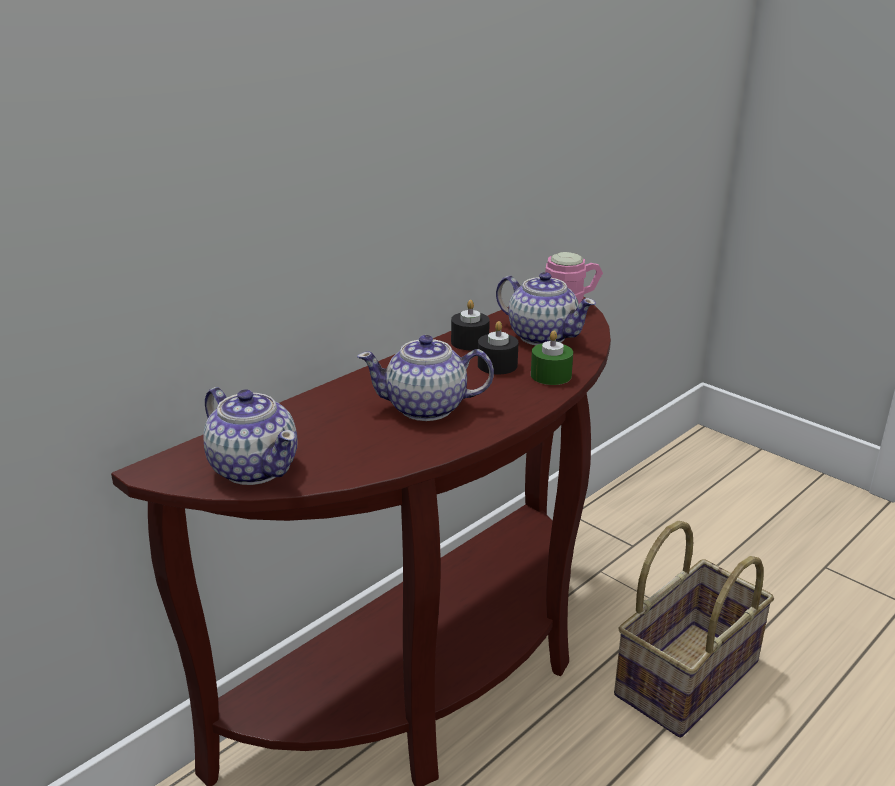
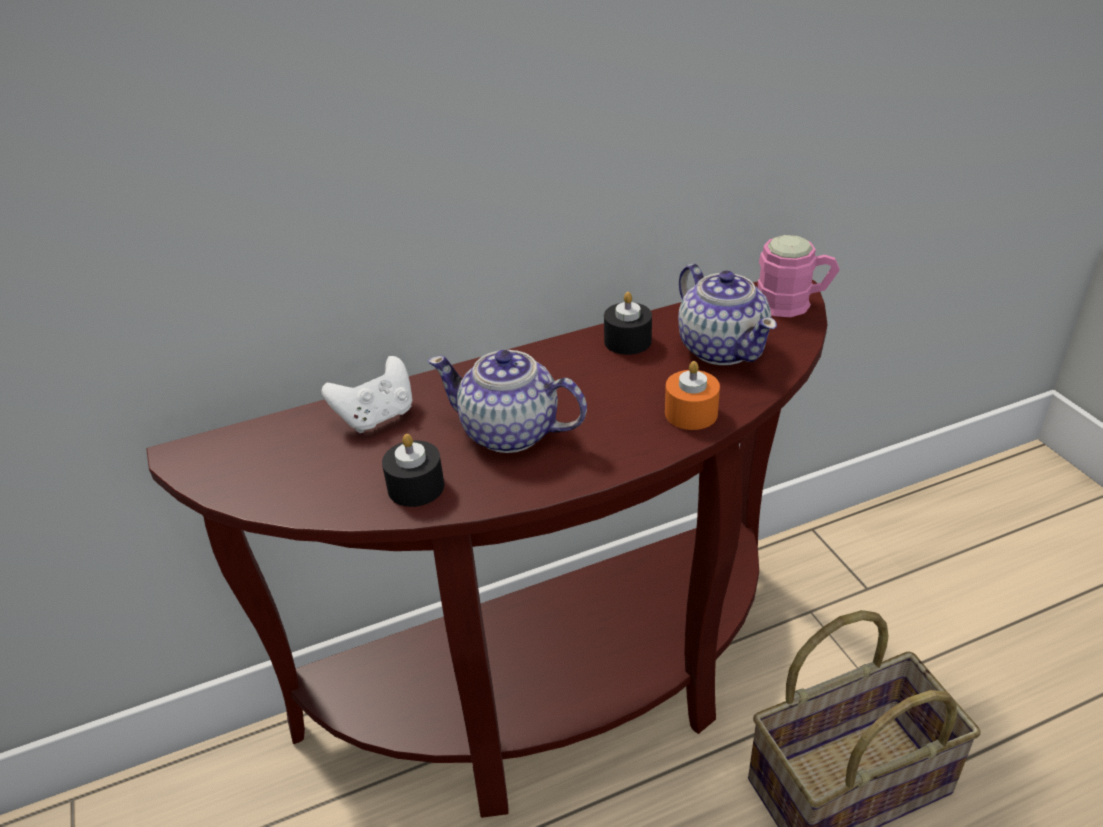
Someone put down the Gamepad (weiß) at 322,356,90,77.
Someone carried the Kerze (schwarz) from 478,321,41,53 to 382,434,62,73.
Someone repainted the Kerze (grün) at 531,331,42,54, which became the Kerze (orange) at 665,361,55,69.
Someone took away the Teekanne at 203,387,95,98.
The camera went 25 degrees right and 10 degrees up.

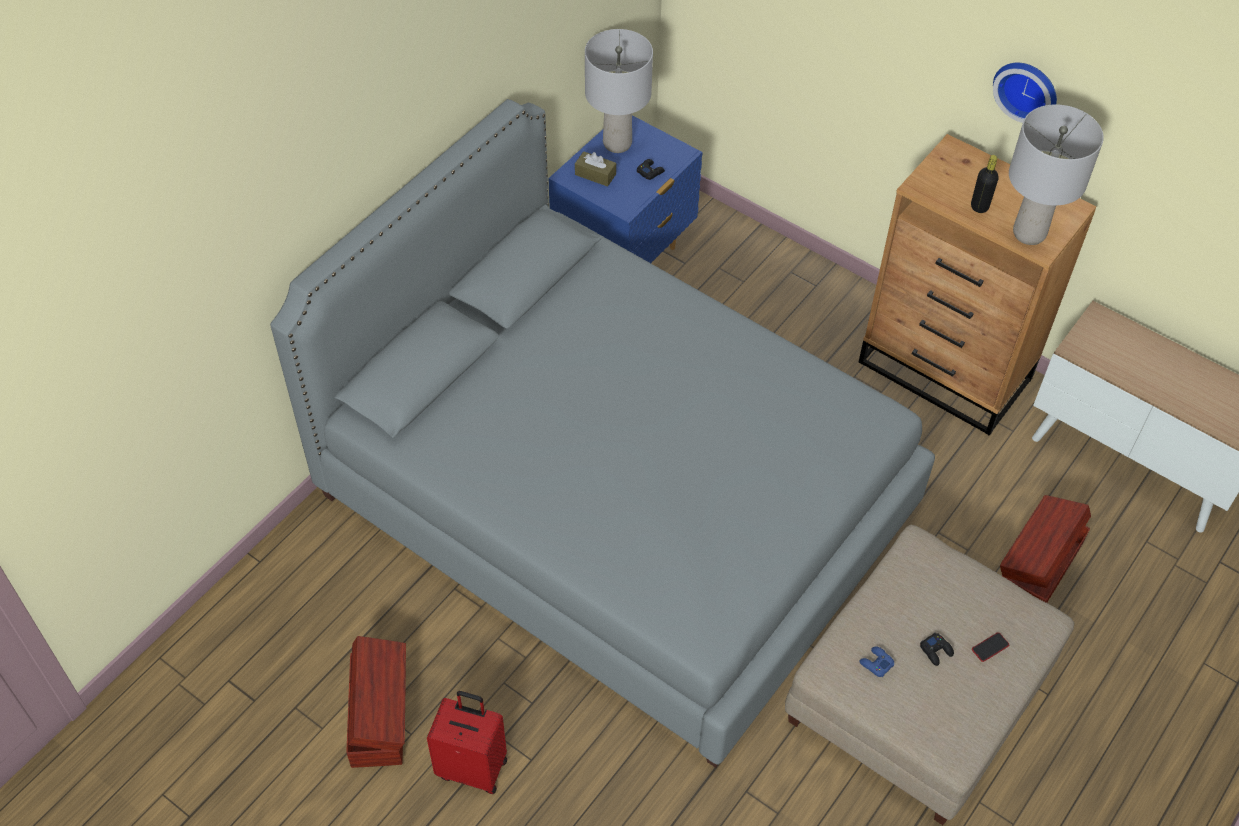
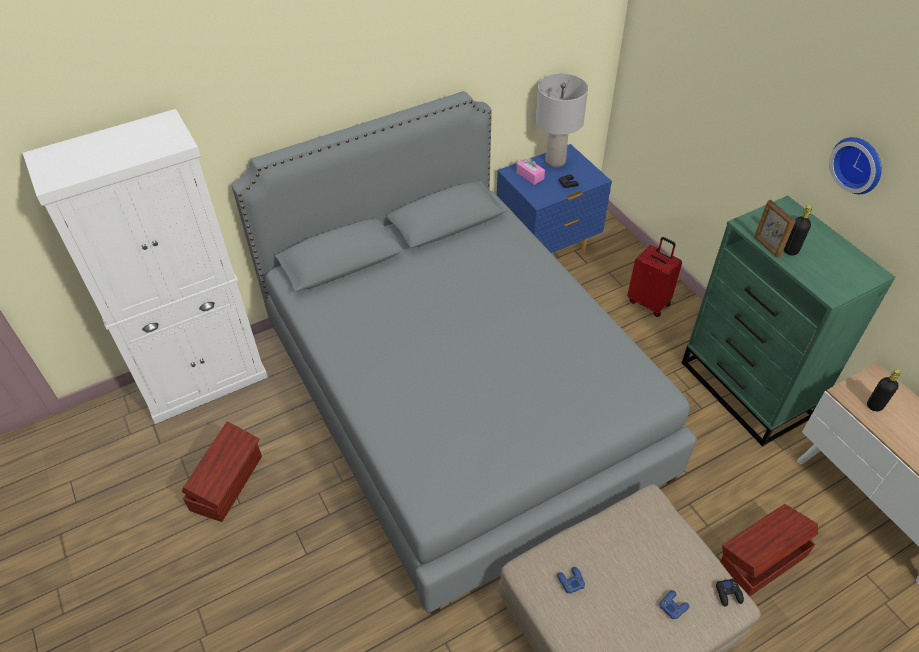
Someone put down the Schrank (weiß) at 23,109,245,315.
Someone repainted the Taschentuchbox (braun) at 575,151,41,36, which became the Taschentuchbox (rosa) at 516,158,29,27.
Someone carried the Koffer (rot) from 427,691,80,103 to 627,237,55,80.
Someone swapped the Handy at 972,632,37,30 for the Gamepad (blau) at 660,590,30,29.
Someone repainted the Kommode (braun) at 859,134,237,302, which became the Kommode (grün) at 682,196,213,251.
Someone carried the Gamepad (schwarz) from 920,633,34,33 to 716,578,28,29.
Someone put down the Bilderrahmen at 754,200,41,58.
Someone put down the Flasche (schwarz) at 867,369,34,42.
Someone took away the Tischlampe (grau) at 1009,104,95,141.
The camera went 25 degrees right and 5 degrees down.

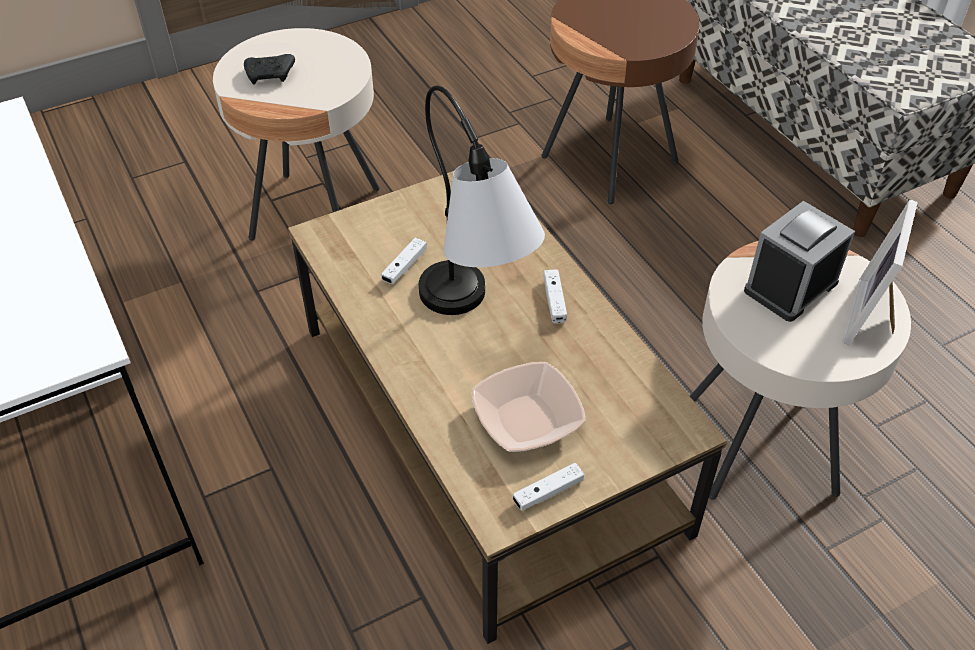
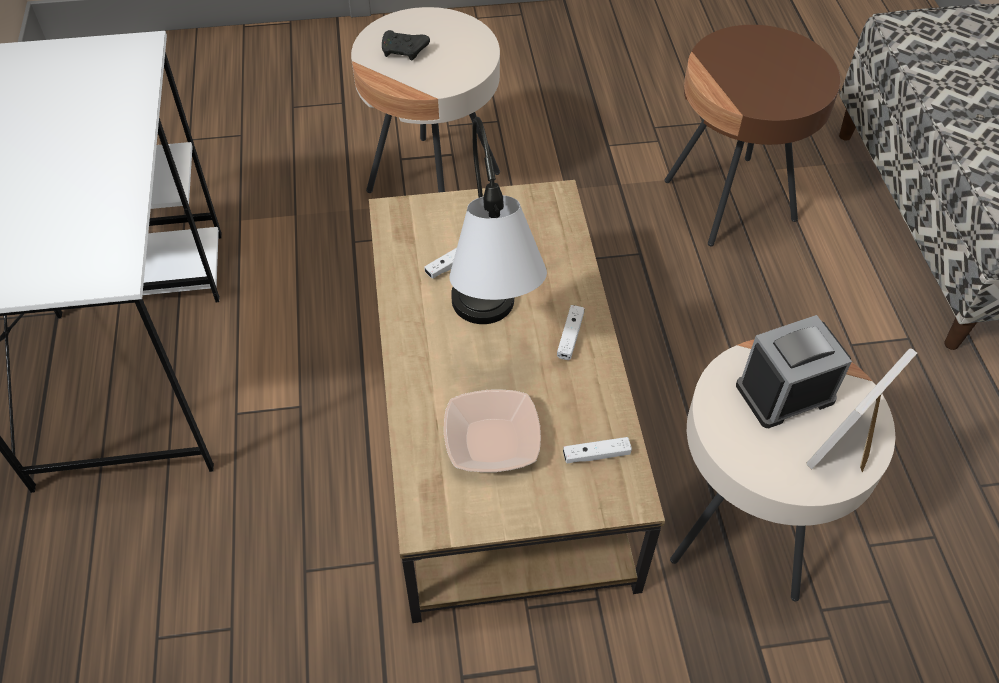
Someone carried the Gamepad (weiß) from 513,463,71,48 to 563,437,69,26.
The camera went 20 degrees right and 5 degrees up.

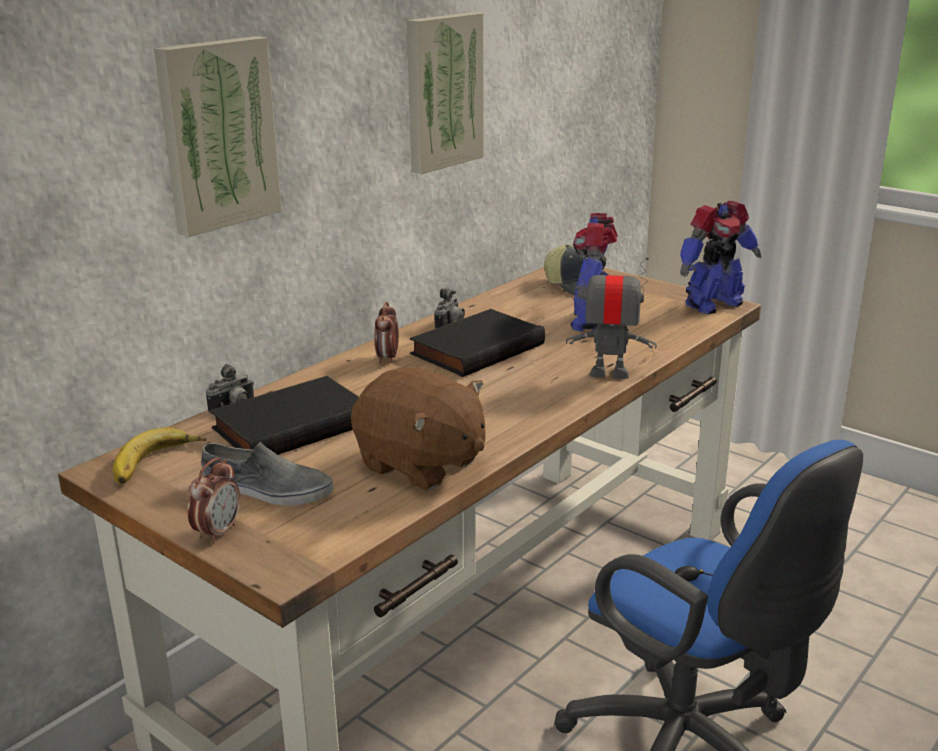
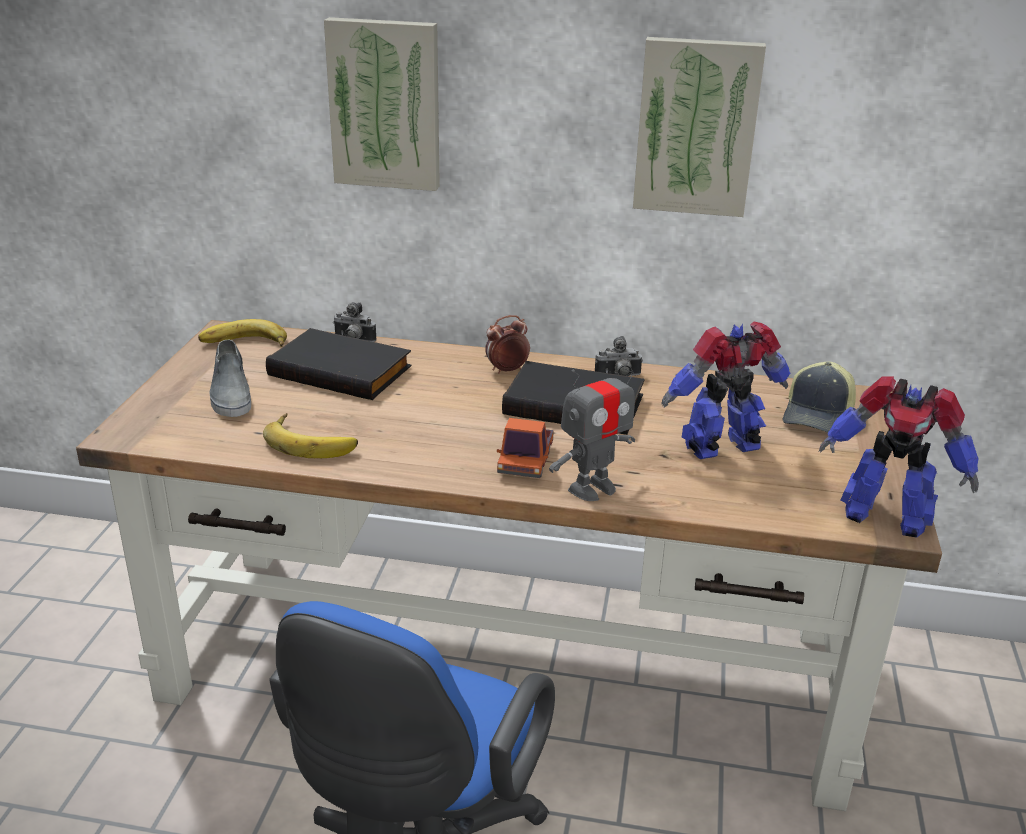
Someone swapped the Plüschtier (braun) at 351,367,135,123 for the Banane at 263,413,95,45.
Someone put down the Spielzeuglaster at 497,418,57,60.
Someone rotated the Spielzeugroboter at 566,257,91,122 by 75 degrees clockwise.
Someone took away the Wecker at 187,458,53,86.
The camera went 60 degrees right and 5 degrees up.

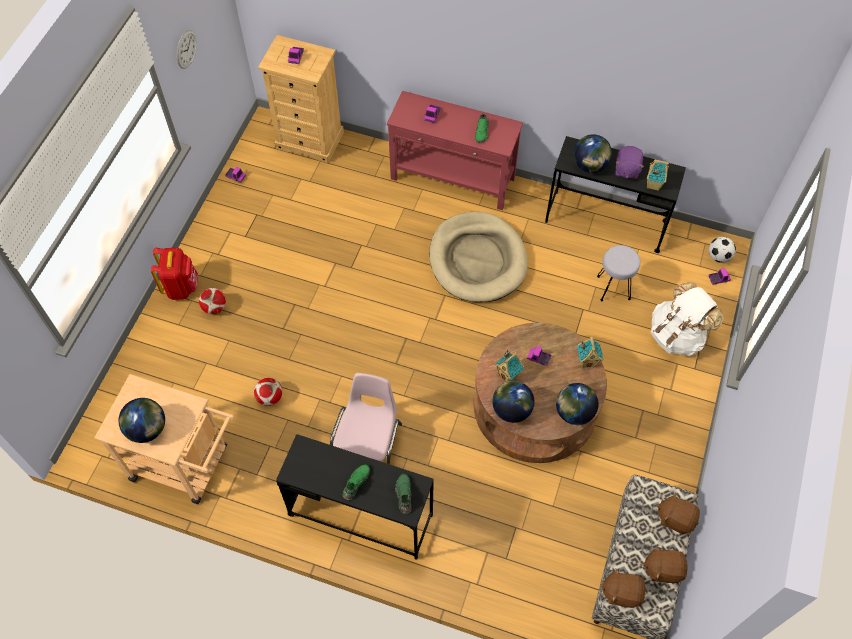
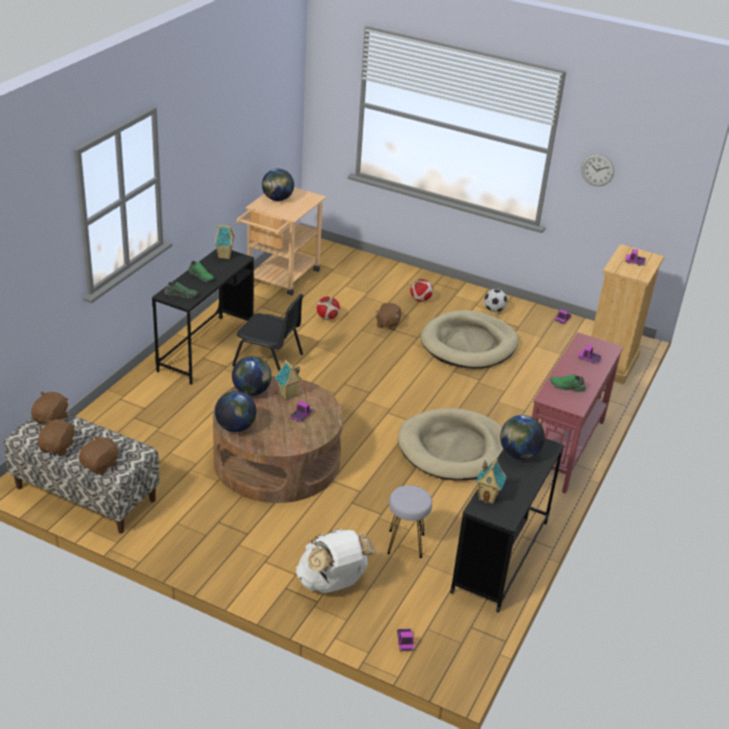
Someone carried the Spielzeughaus from 577,336,26,33 to 214,225,21,34.
Someone repainted the Stuhl (rosa) at 330,373,72,91, which became the Stuhl (schwarz) at 232,294,71,78.
Someone put down the Plüschtier (braun) at 375,303,26,28.
Someone put down the Hundebett (beige) at 420,310,98,59.
Someone carried the Fußball from 709,237,27,26 to 484,289,23,23.
Someone took away the Rucksack (rot) at 151,248,47,52.
Someone took away the Plüschtier (lila) at 616,146,28,33.
The camera went 95 degrees right and 25 degrees down.

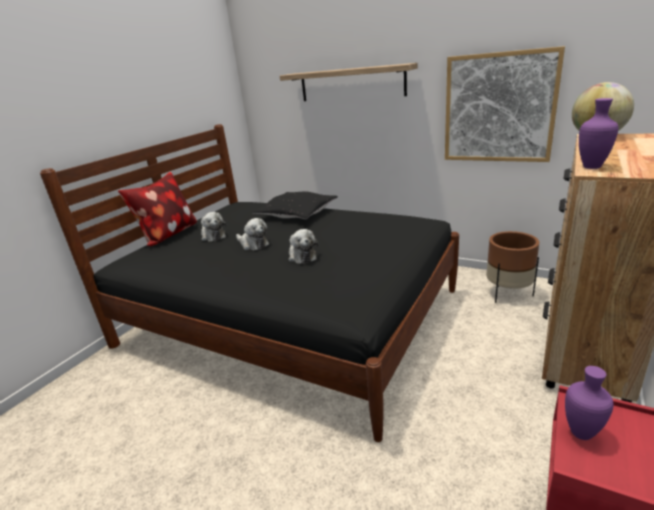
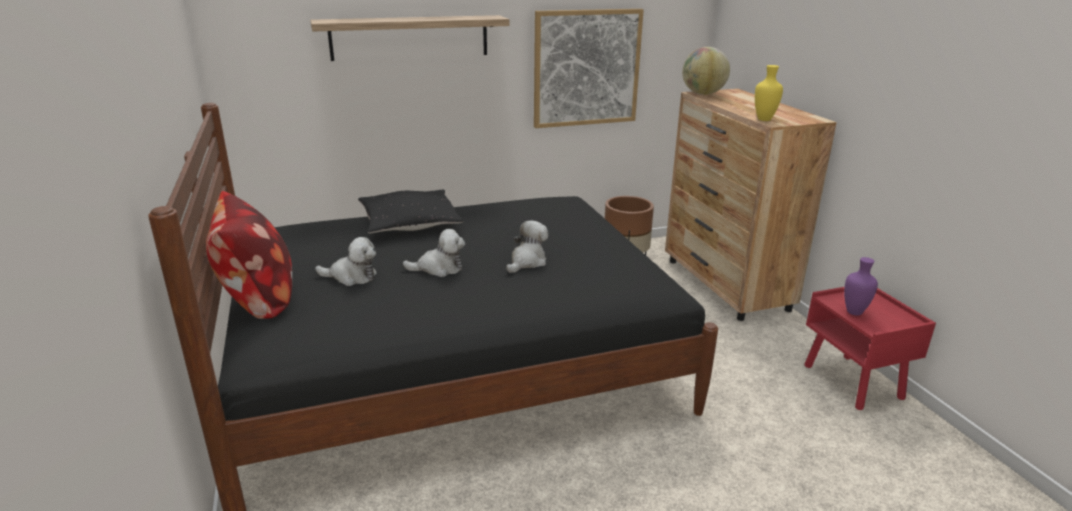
Someone rotated the Plüschtier at 288,229,30,35 by 75 degrees counterclockwise.
Someone repainted the Vase (lila) at 579,98,39,71, which became the Vase (gelb) at 755,65,28,56.
The camera went 50 degrees left and 0 degrees up.

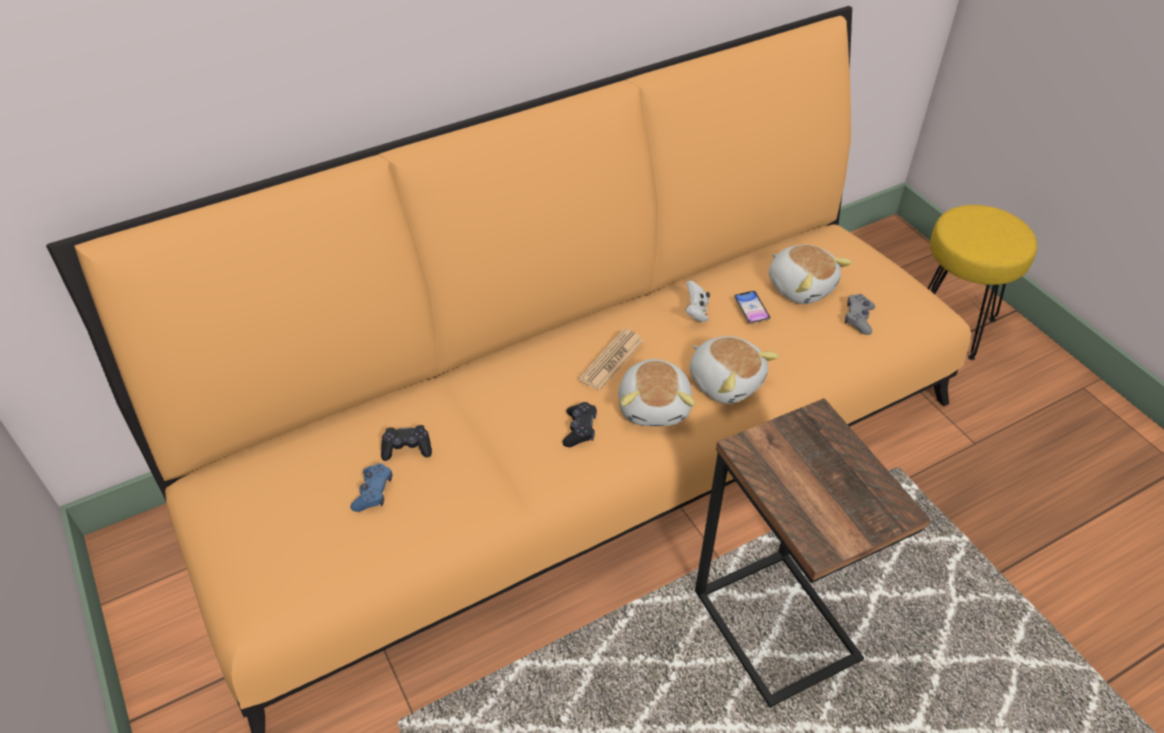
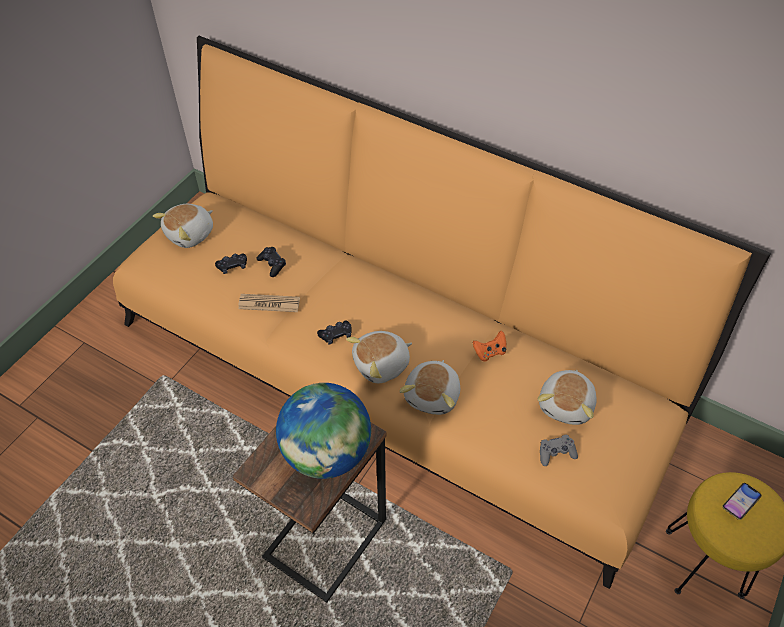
Someone put down the Plüschtier at 153,204,60,44.
Someone repainted the Gamepad (blau) at 350,463,42,49, which became the Gamepad (schwarz) at 215,254,32,20.
Someone carried the Zeitung from 579,329,65,62 to 238,294,62,18.
Someone put down the Globus at 276,383,95,96.
Someone repainted the Gamepad (weiß) at 685,280,25,42, which became the Gamepad (orange) at 473,331,33,31.
Someone carried the Handy from 734,291,37,33 to 722,483,40,37.
The camera went 60 degrees right and 5 degrees up.

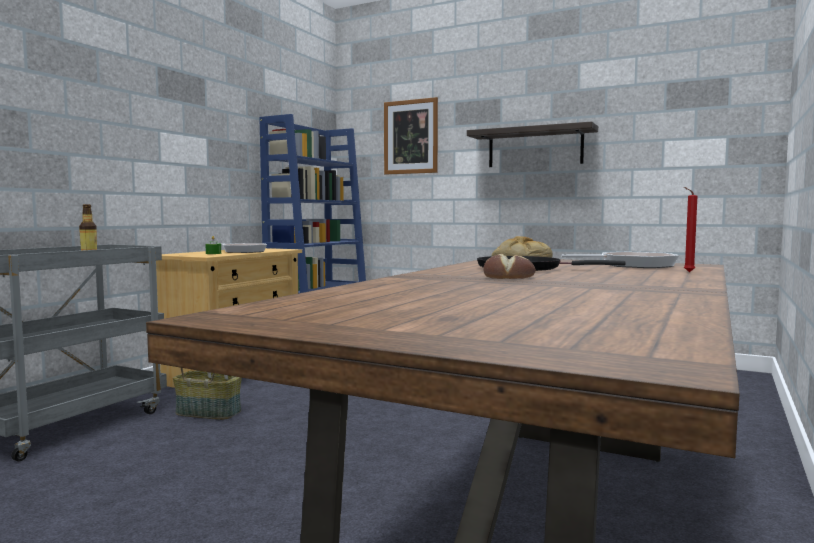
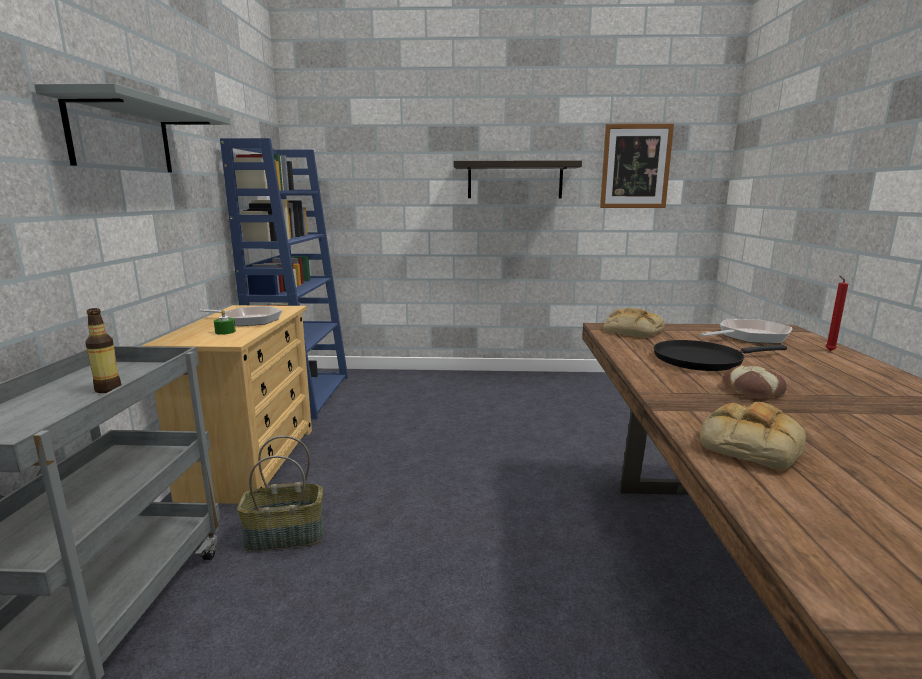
Someone put up the Wandregal (grau) at 35,83,196,89.
Someone carried the Bild from 384,97,54,78 to 600,124,74,84.
Someone put down the Brot at 700,402,106,69.
The camera went 25 degrees left and 10 degrees up.

